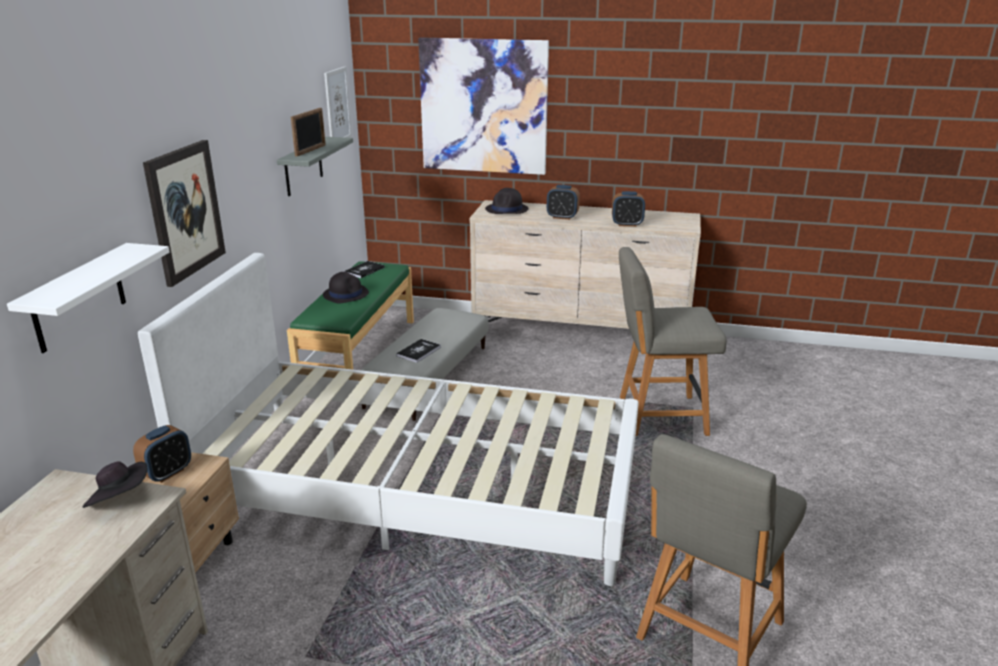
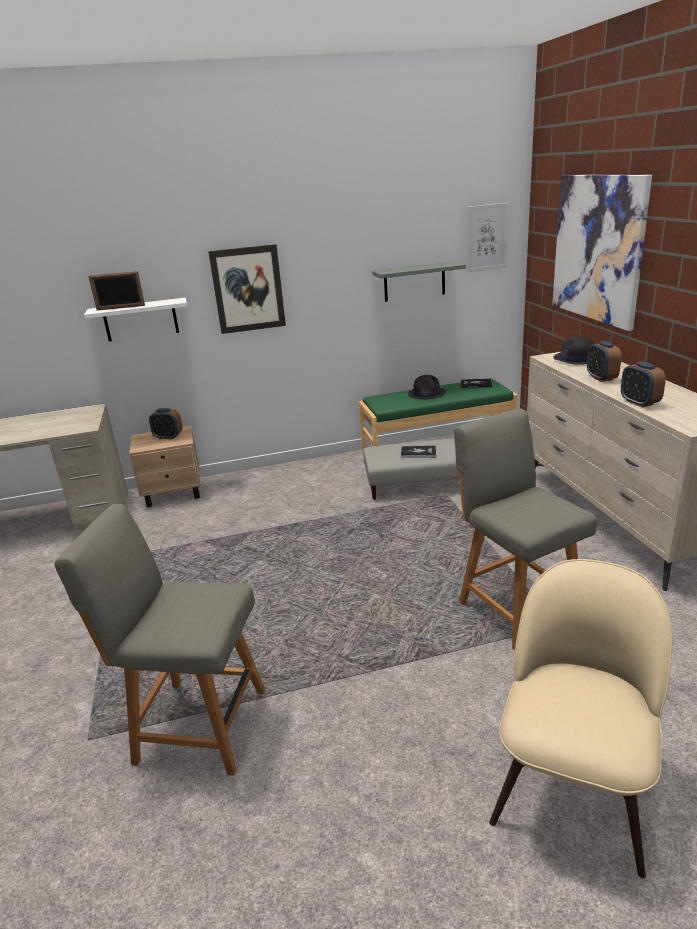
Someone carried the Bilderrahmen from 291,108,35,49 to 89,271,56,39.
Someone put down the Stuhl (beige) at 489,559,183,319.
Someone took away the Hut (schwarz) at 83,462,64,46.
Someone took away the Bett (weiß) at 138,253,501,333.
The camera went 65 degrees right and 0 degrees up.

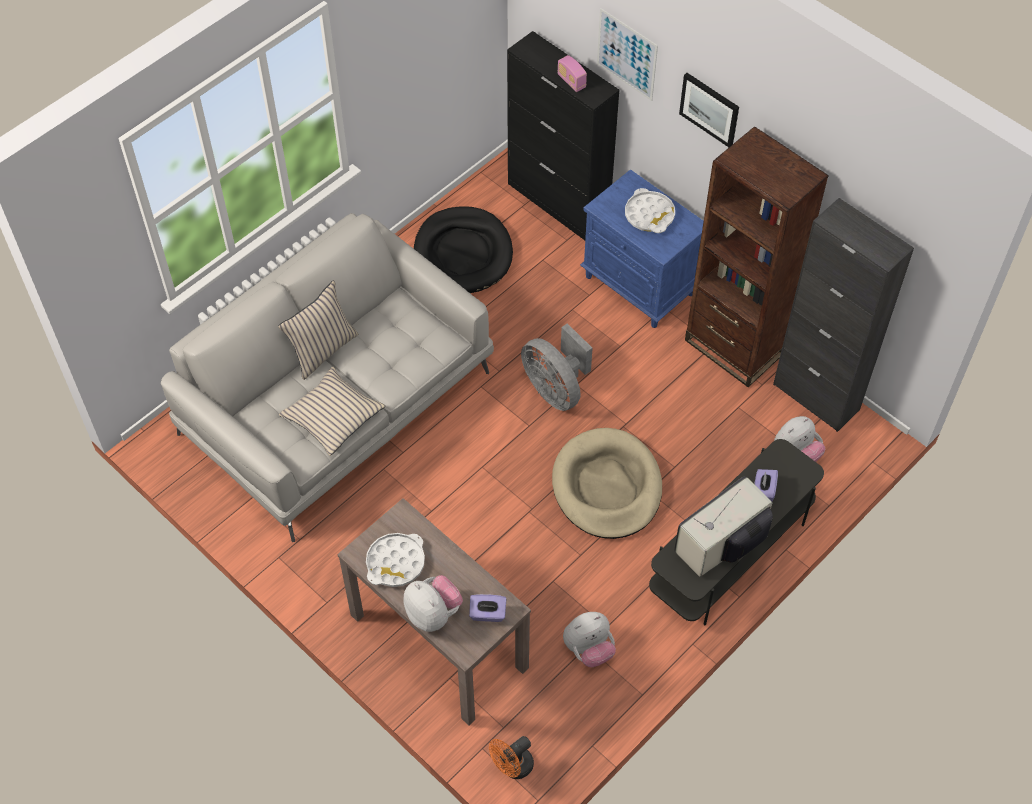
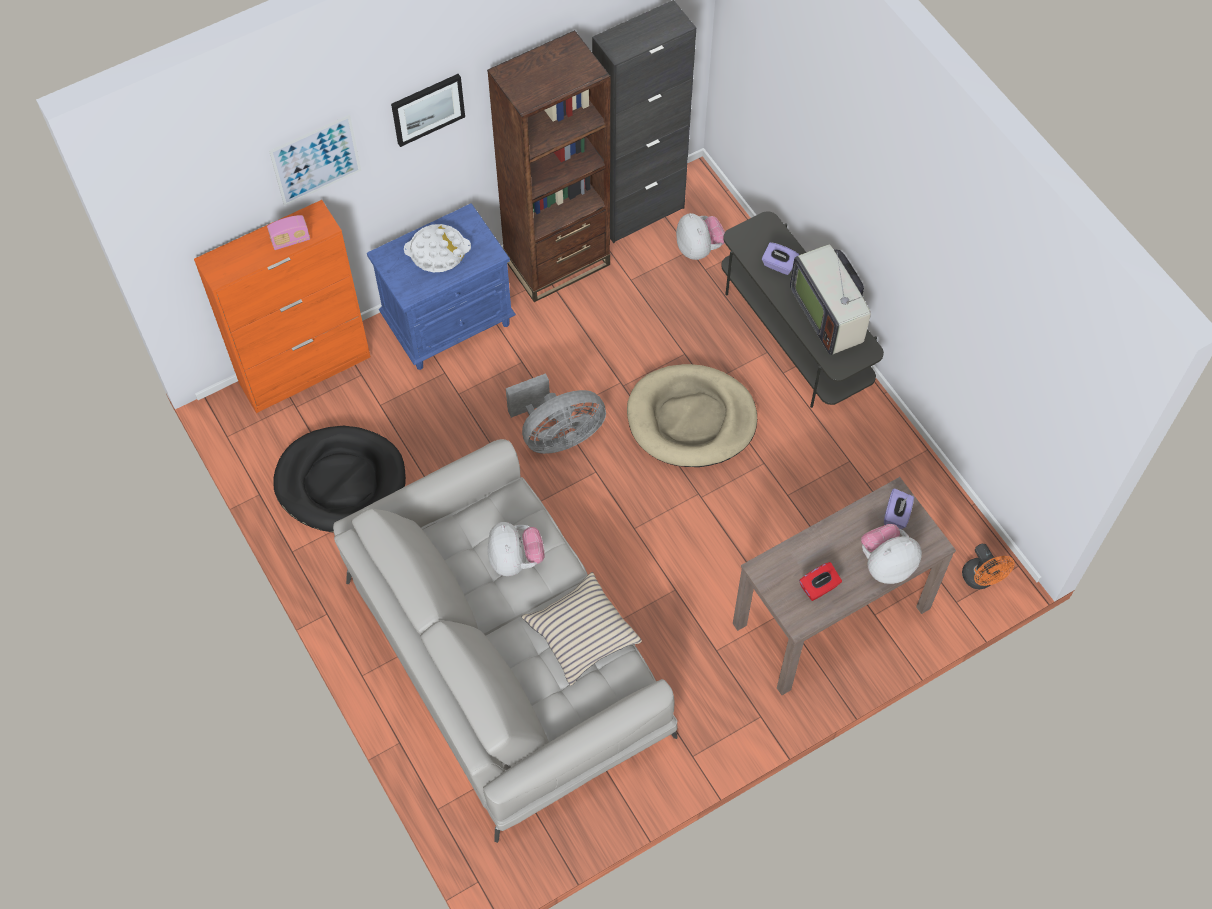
Someone repainted the Schrank (schwarz) at 507,31,112,209, which became the Schrank (orange) at 194,200,176,213.
Someone carried the Plüschtier from 563,612,53,55 to 488,522,57,54.
Someone swapped the Tablett (weiß) at 366,533,59,54 for the Taschentuchbox (rot) at 799,562,43,39.
Someone took away the Kissen (beige) at 278,280,80,100.
The camera went 75 degrees left and 5 degrees up.

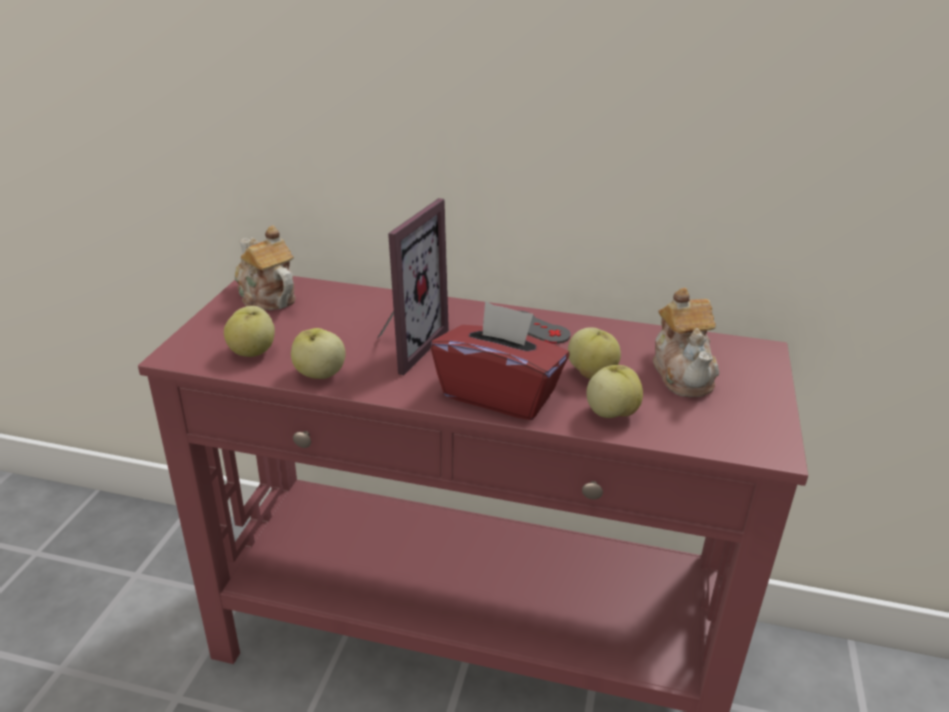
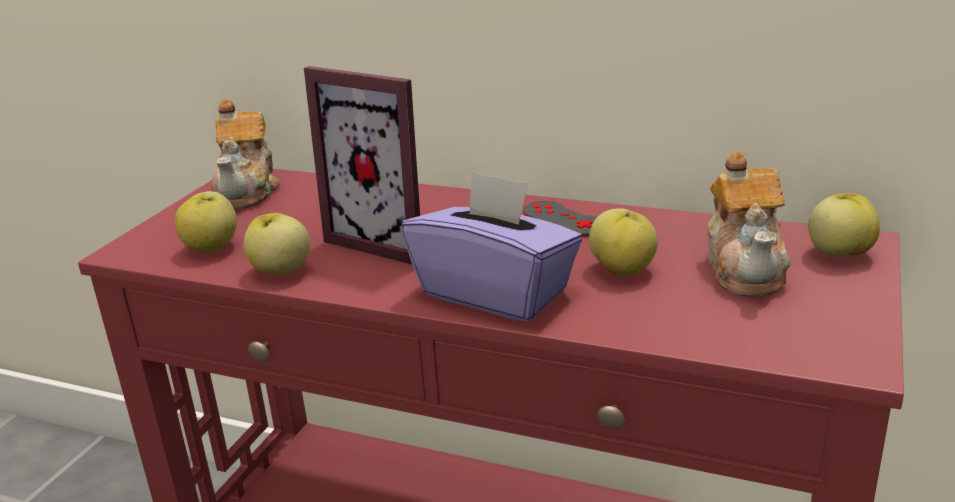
Someone rotated the Teekanne at 235,226,61,84 by 150 degrees counterclockwise.
Someone rotated the Bilderrahmen at 377,198,72,177 by 90 degrees clockwise.
Someone repainted the Taschentuchbox (rot) at 431,301,138,119, which became the Taschentuchbox (lila) at 401,171,181,151.
Someone carried the Apfel from 586,365,57,53 to 808,193,72,63.
The camera went 10 degrees right and 5 degrees down.

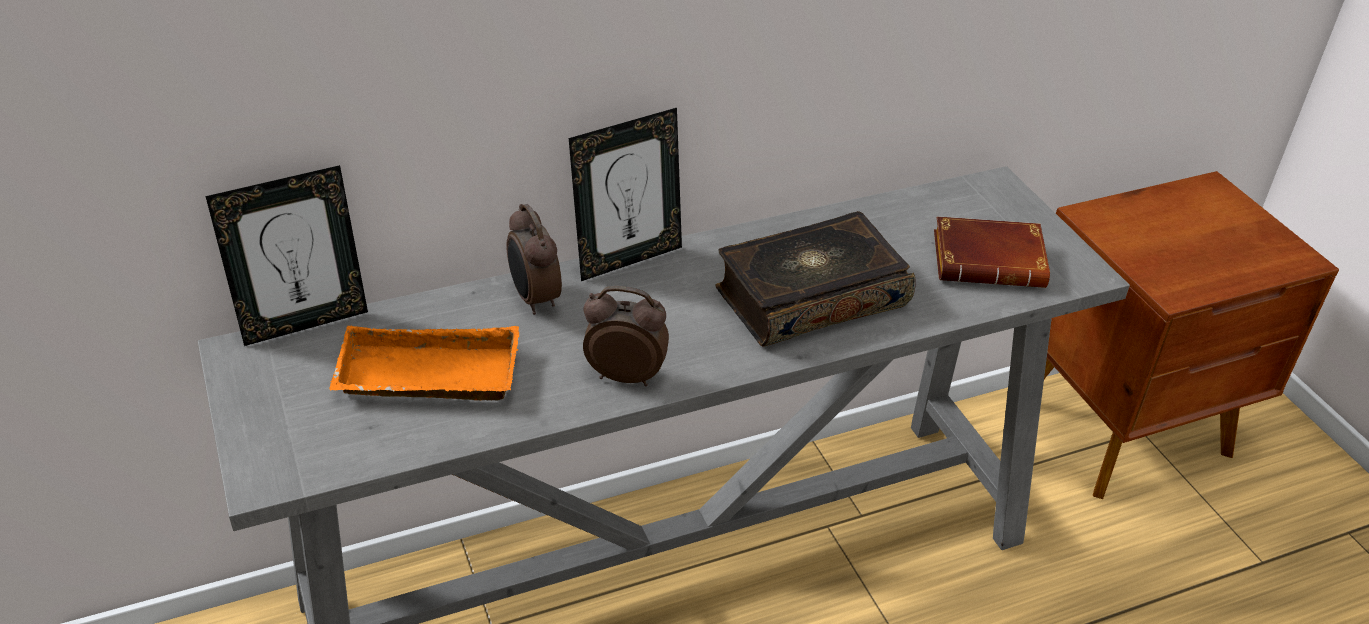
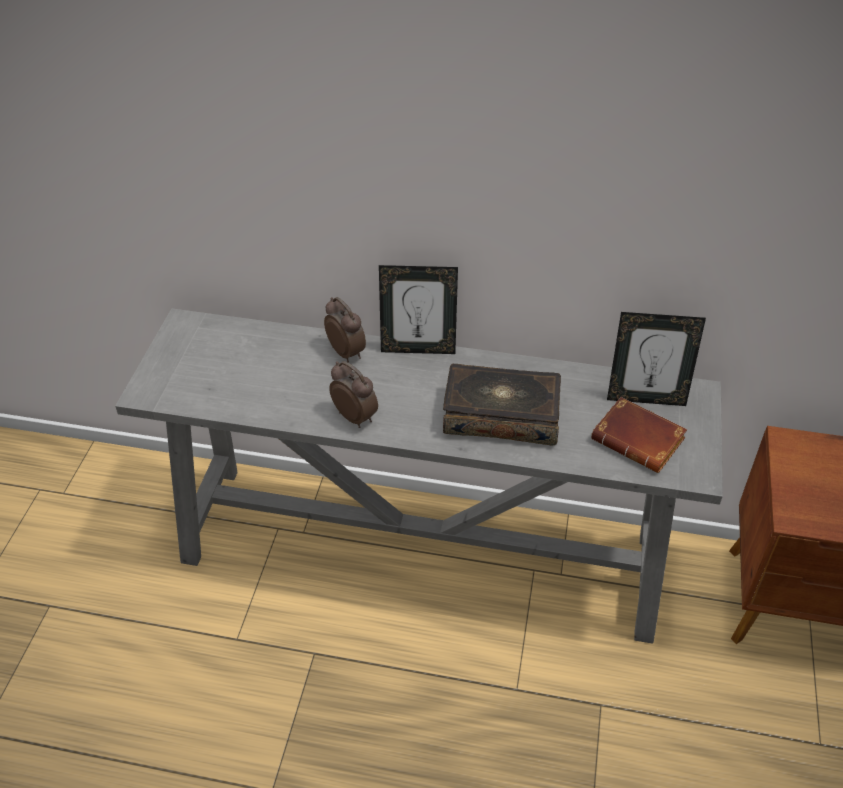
Someone rotated the Wecker at 506,204,56,111 by 135 degrees clockwise.
Someone carried the Bilderrahmen from 206,165,162,181 to 607,312,99,94.
Someone took away the Tablett (orange) at 329,326,190,74.
The camera went 35 degrees right and 5 degrees up.

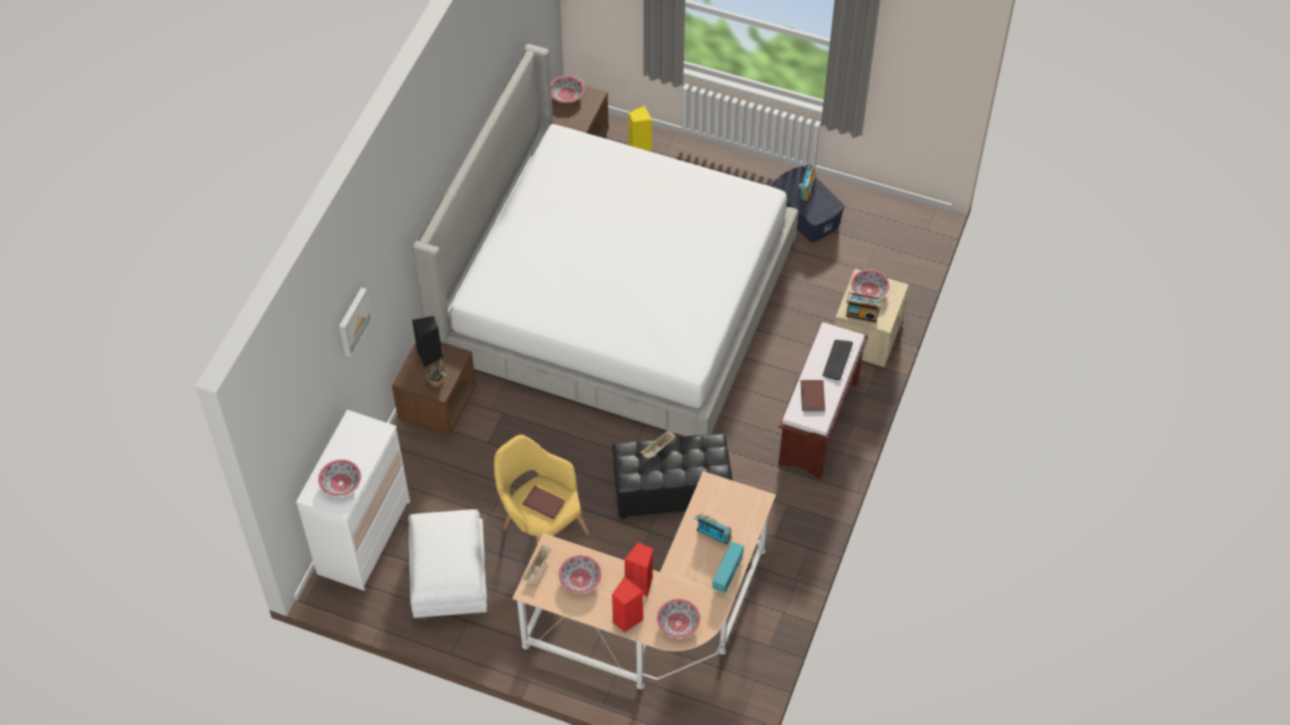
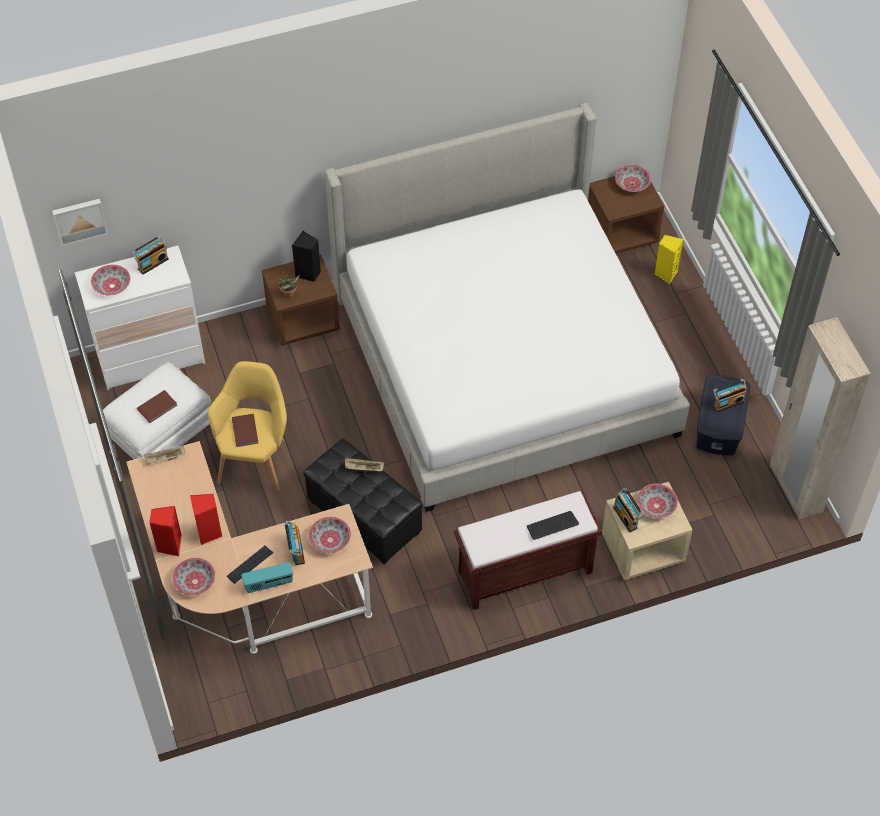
Someone carried the Bild from 339,287,34,70 to 52,199,56,47.
Someone put down the Radio at 131,236,38,38.
Someone carried the Buch (braun) from 801,380,24,31 to 137,390,40,33.
Someone put down the Tastatur at 227,546,46,38.
Someone carried the Schüssel from 558,555,44,38 to 309,517,42,36.
Someone put down the Kleiderschrank (beige) at 770,317,100,203.
The camera went 50 degrees right and 0 degrees up.

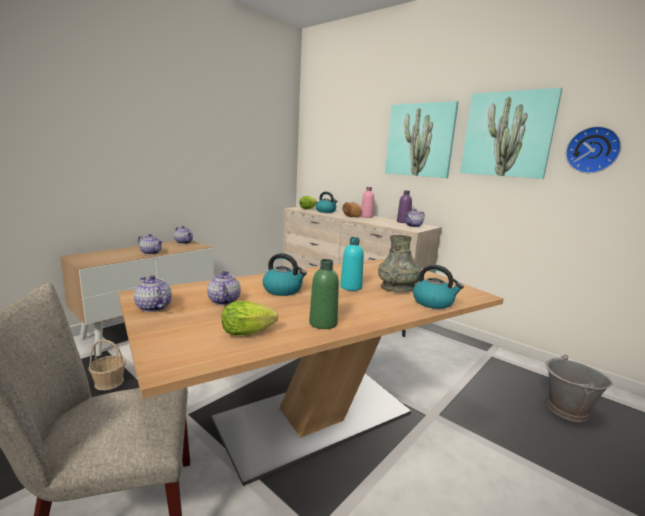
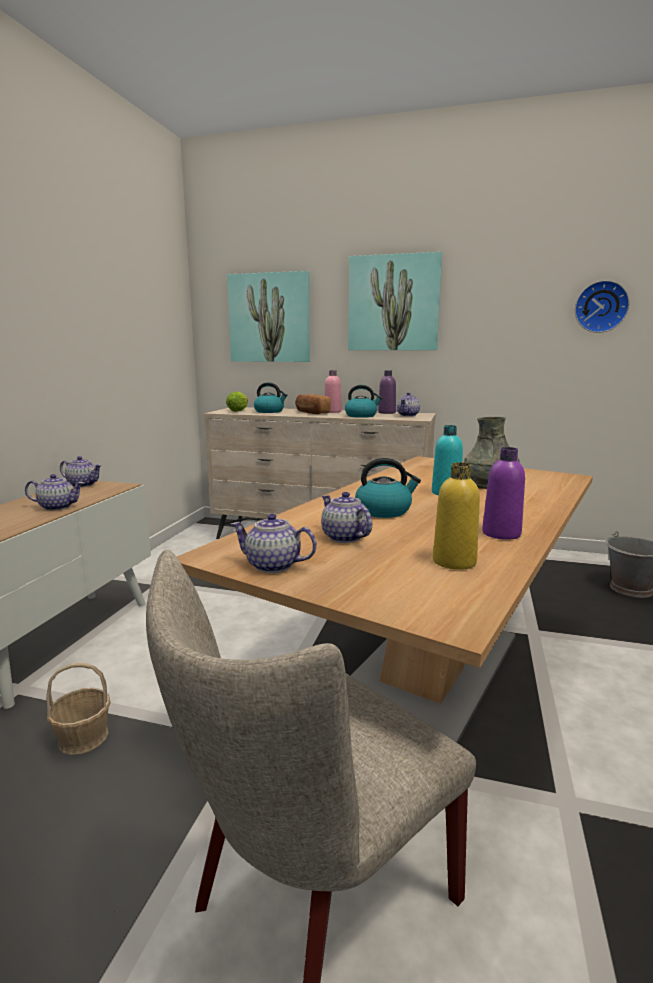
Someone carried the Bild from 460,88,102,91 to 227,271,83,91.
Someone carried the Wasserkessel from 413,265,51,44 to 345,385,37,33.
Someone swapped the Salatkopf at 222,301,56,35 for the Flasche (gelb) at 433,462,47,108.
Someone repainted the Flasche (grün) at 309,259,30,70, which became the Flasche (lila) at 482,447,43,93.
The camera went 25 degrees left and 0 degrees up.

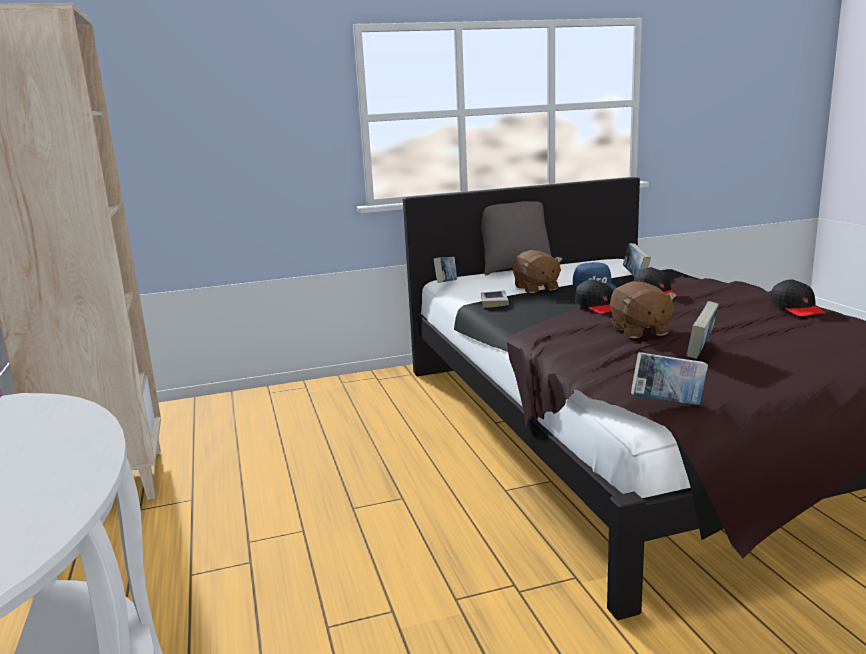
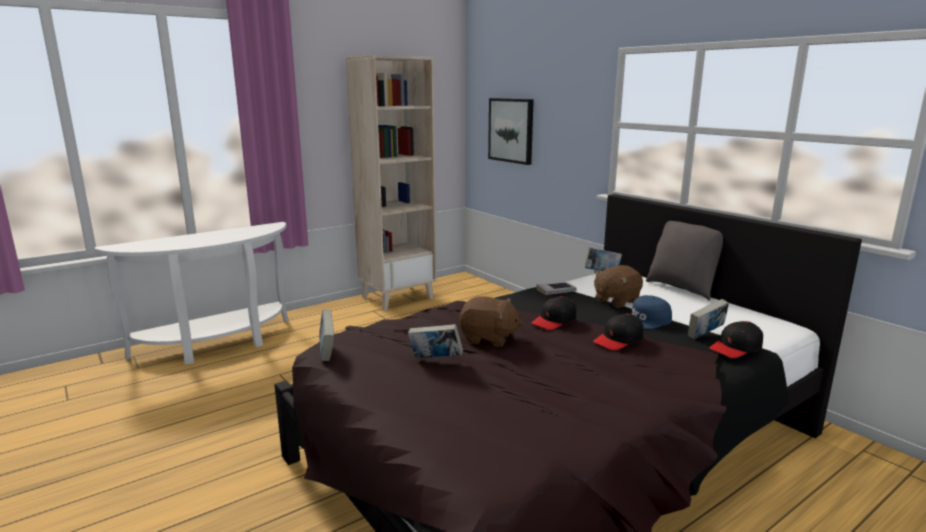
Someone rotated the Plüschtier (braun) at 610,281,67,57 by 135 degrees counterclockwise.
Someone put up the Bild at 488,98,46,67.
Someone carried the Kappe (schwarz) from 770,279,56,37 to 709,321,54,37.
The camera went 70 degrees right and 0 degrees up.

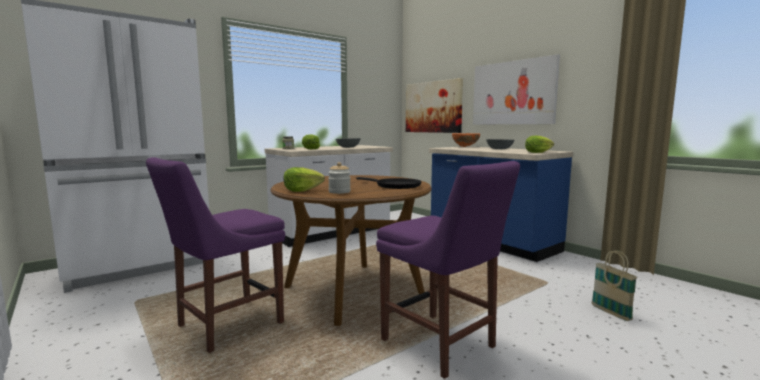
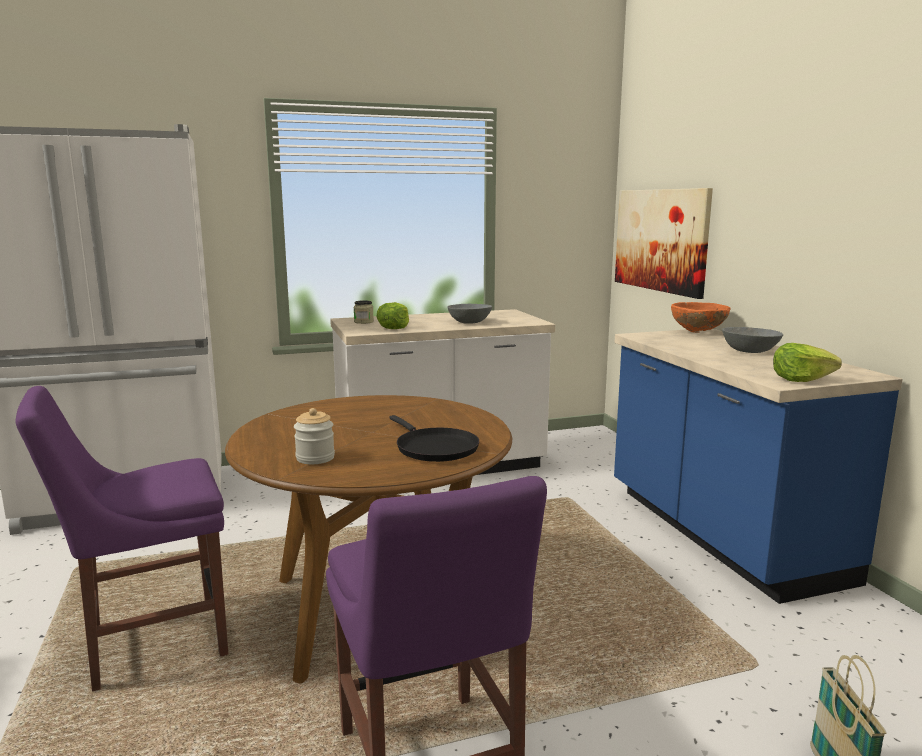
Someone took away the Salatkopf at 284,167,41,25.
Someone took away the Bild at 473,54,87,70.
The camera went 20 degrees right and 5 degrees up.

